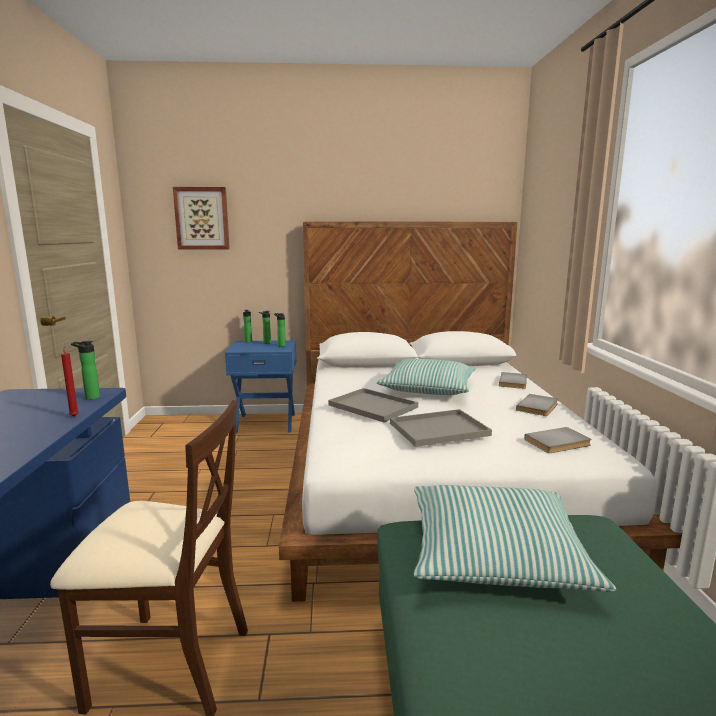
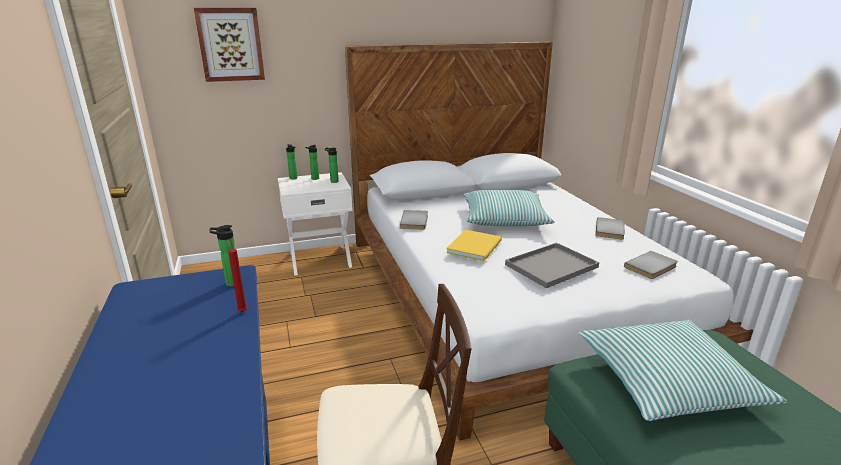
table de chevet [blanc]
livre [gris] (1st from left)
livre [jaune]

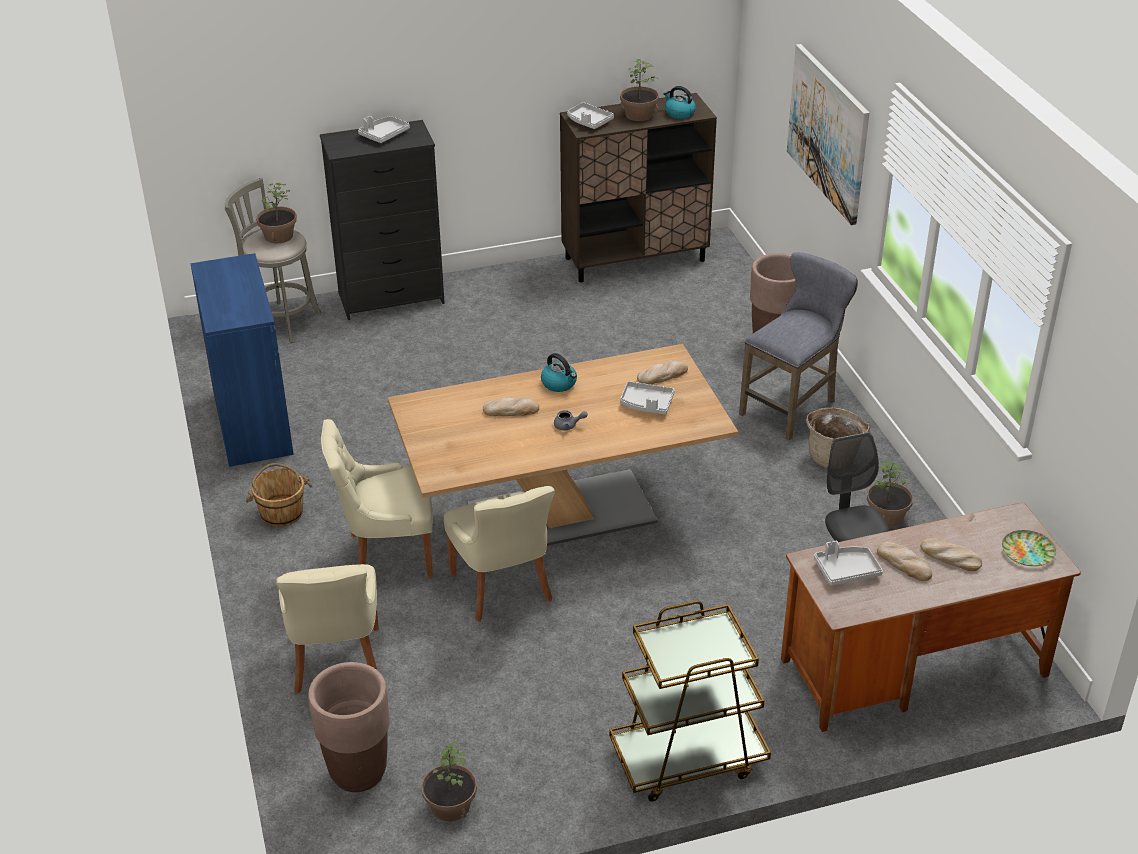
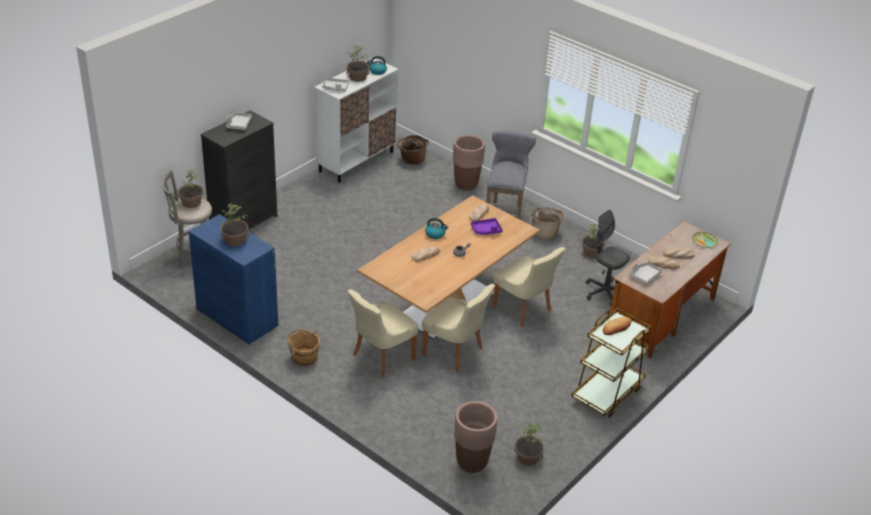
tableau
meuble de rangement [blanc]
plateau [violet]
chaise [beige] (3rd from left)
panier (1st from left)
plante en pot (2nd from left)
pain (3rd from left)

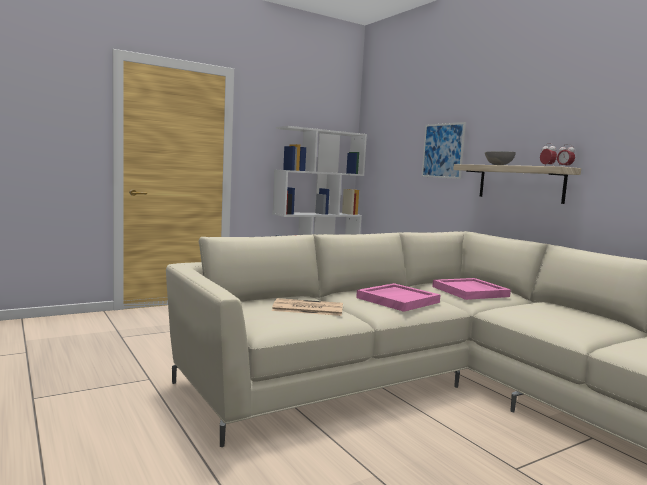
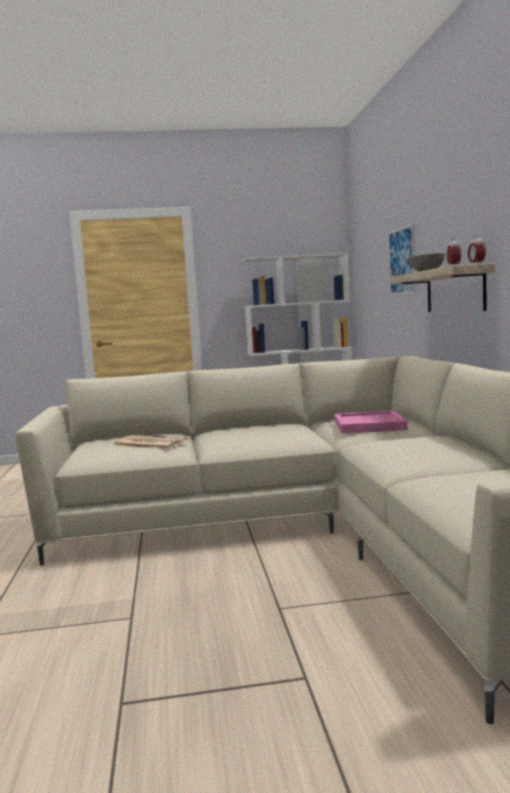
plateau [rose] (1st from left in the first image)

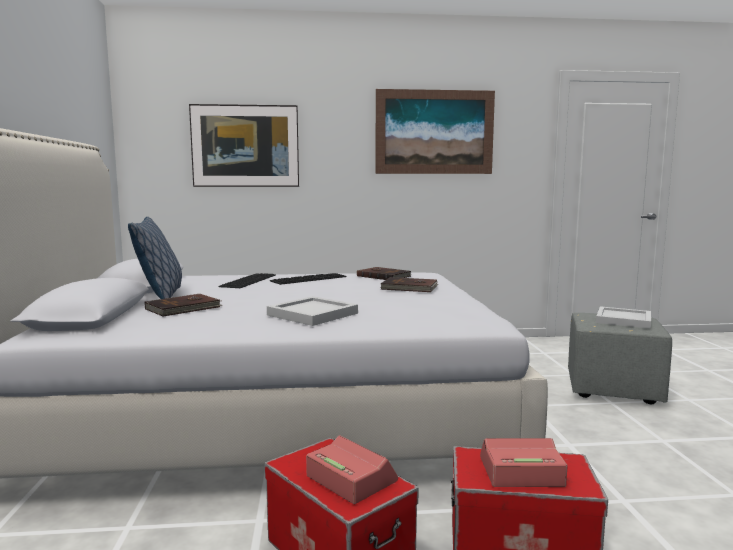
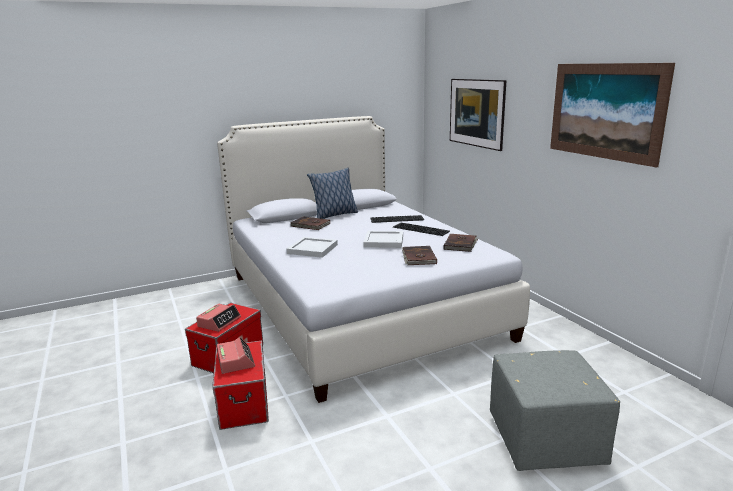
plateau [blanc] (2nd from left)

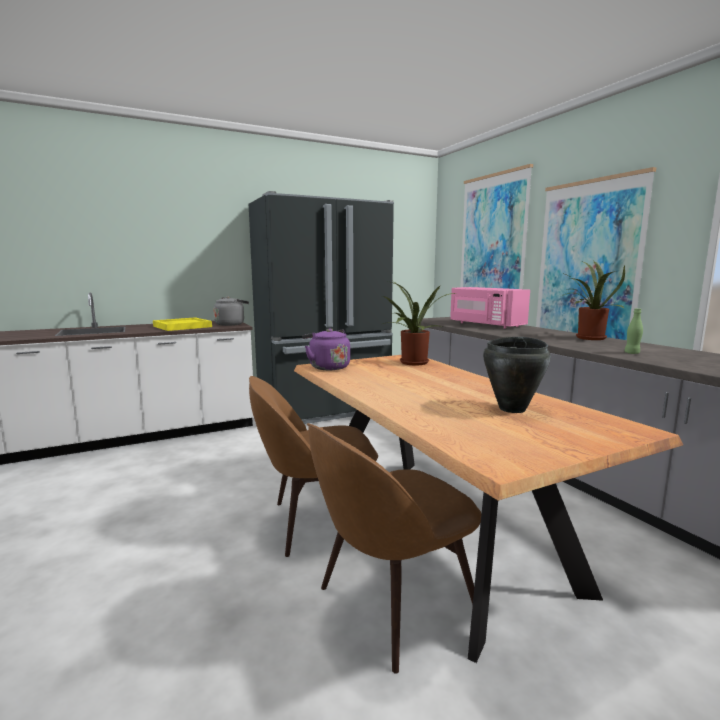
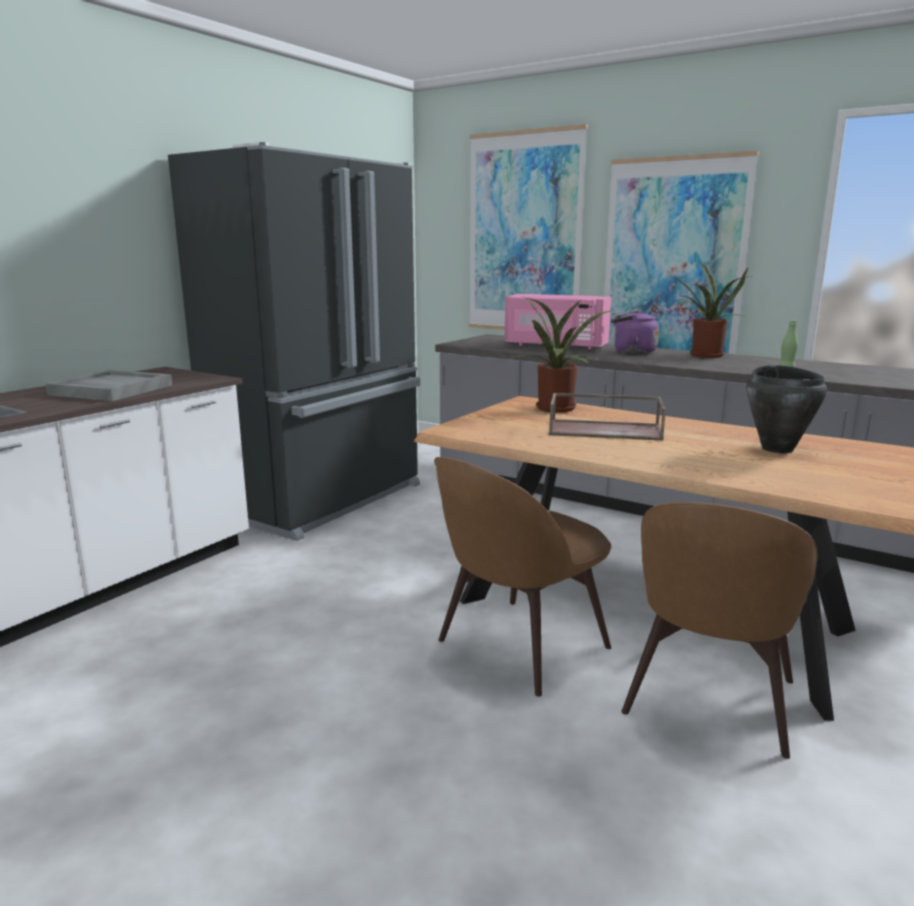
bouilloire [gris]
plateau [gris]
bouilloire [violet]
plateau [marron]

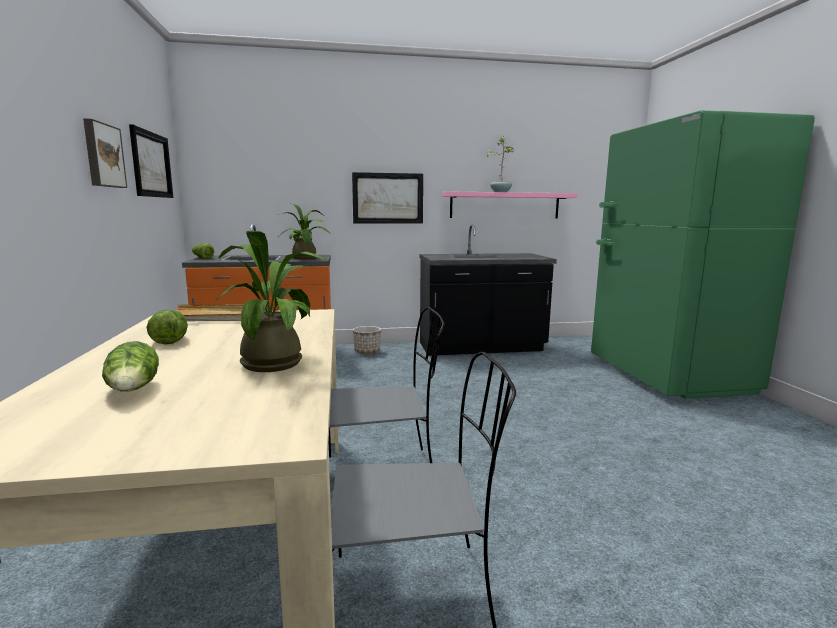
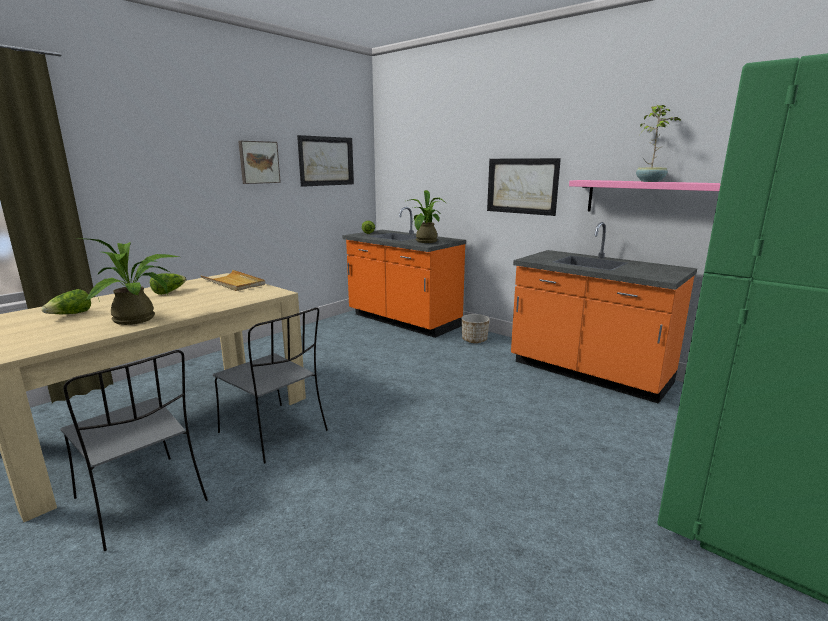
comptoir de cuisine [orange] (2nd from left)

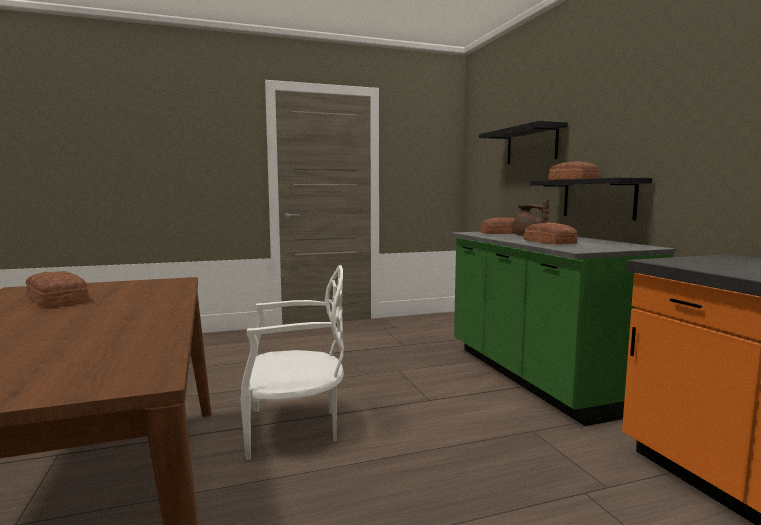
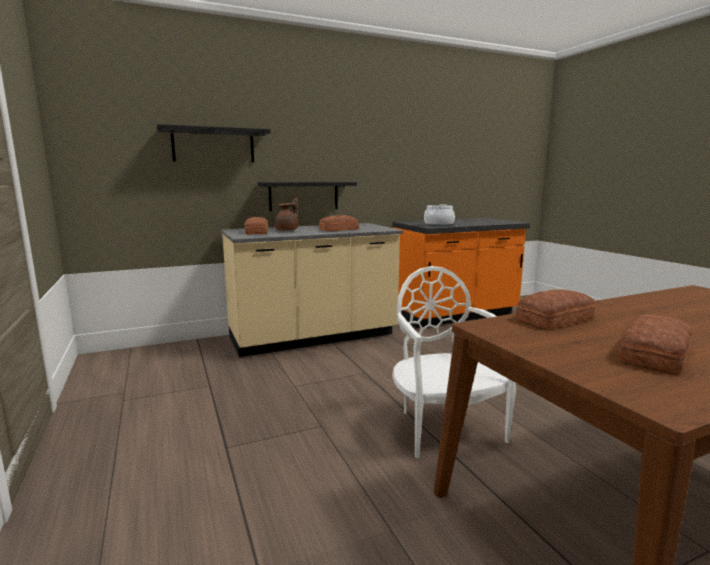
pain (3rd from left)
comptoir de cuisine [beige]
marmite

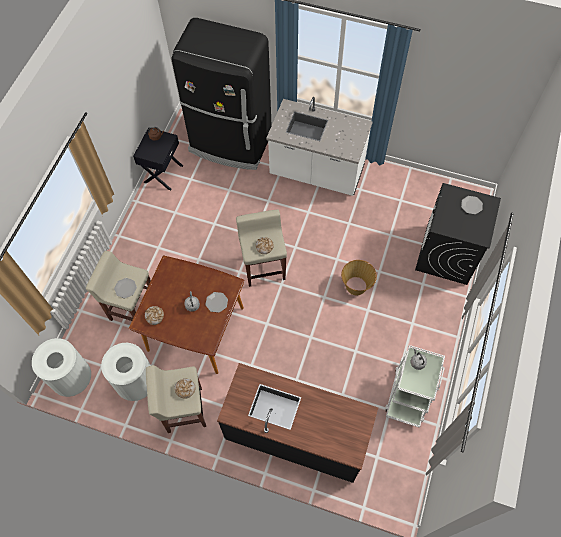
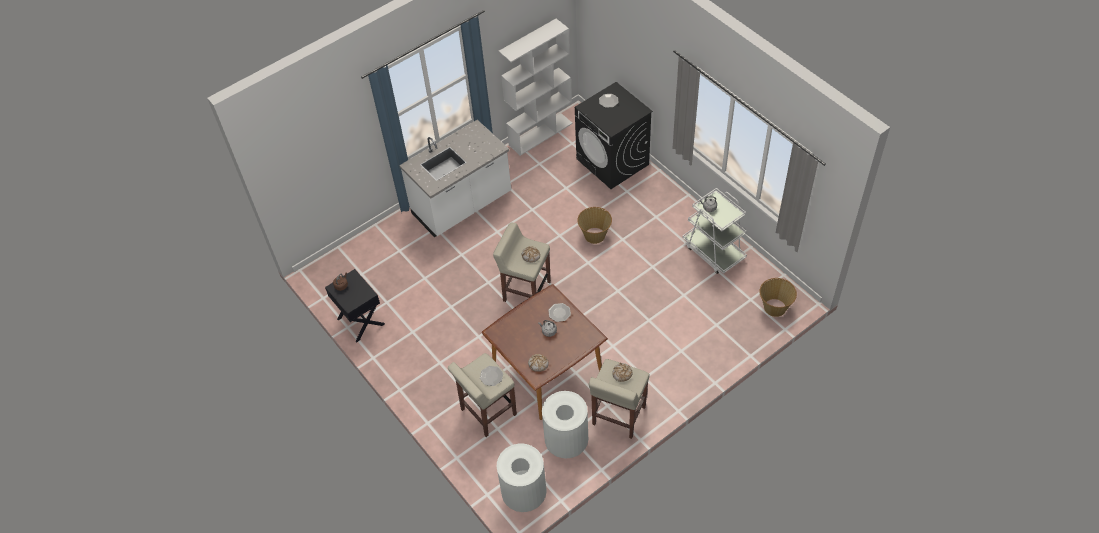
réfrigérateur [noir]
comptoir de cuisine [noir]
bibliothèque [blanc]
panier (2nd from left)

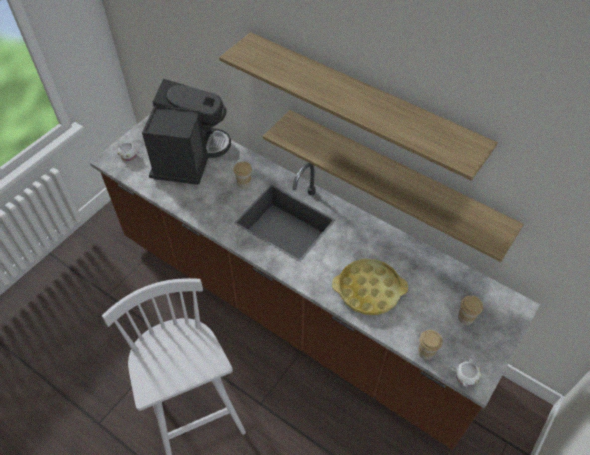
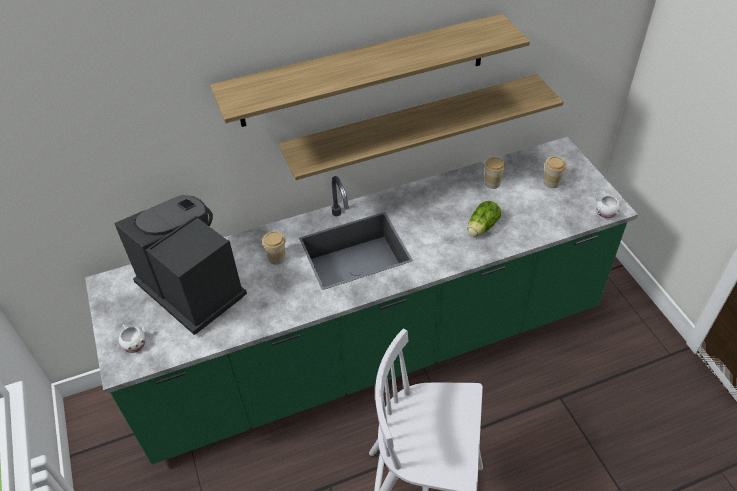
comptoir de cuisine [vert]
laitue
tasse (2nd from left)

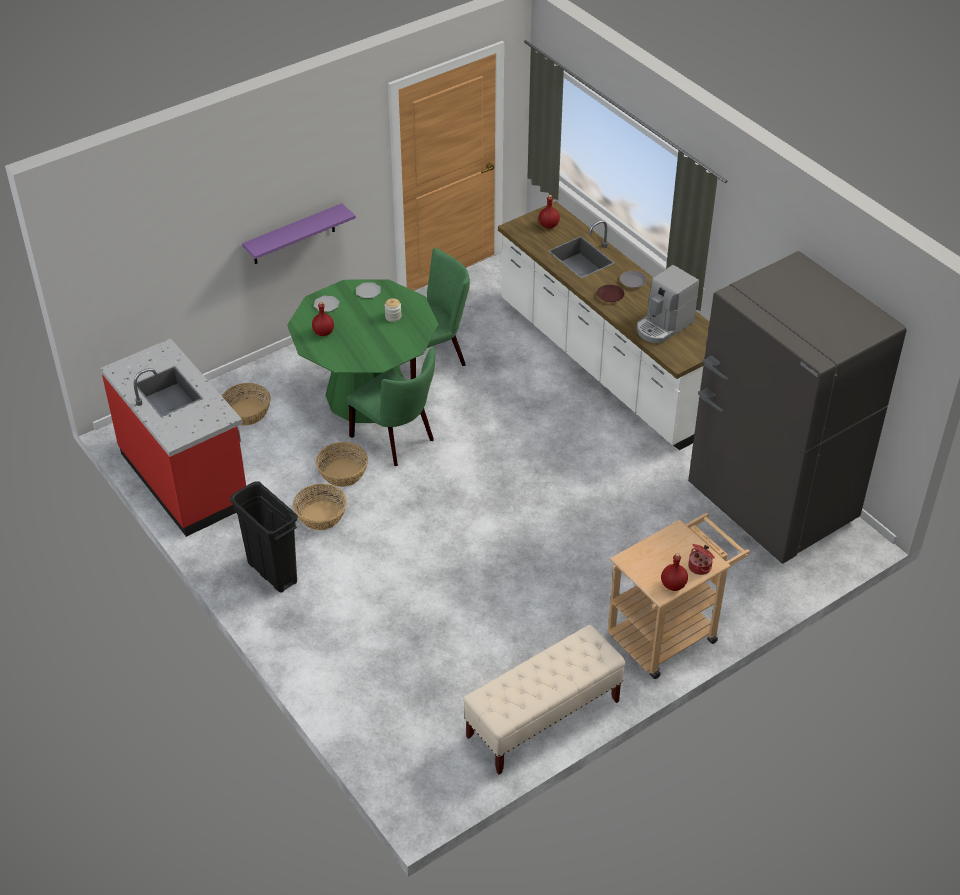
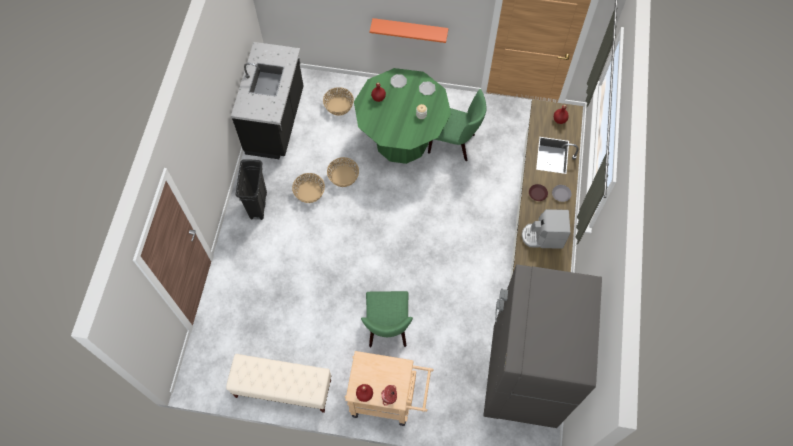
étagère [orange]
comptoir de cuisine [noir]
chaise [vert] (1st from left)

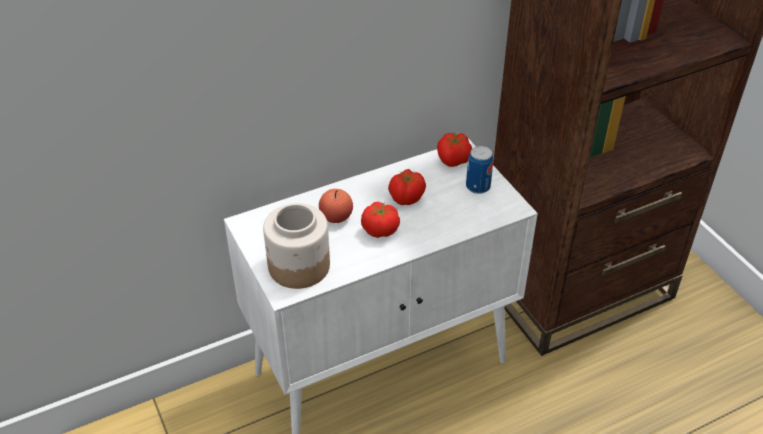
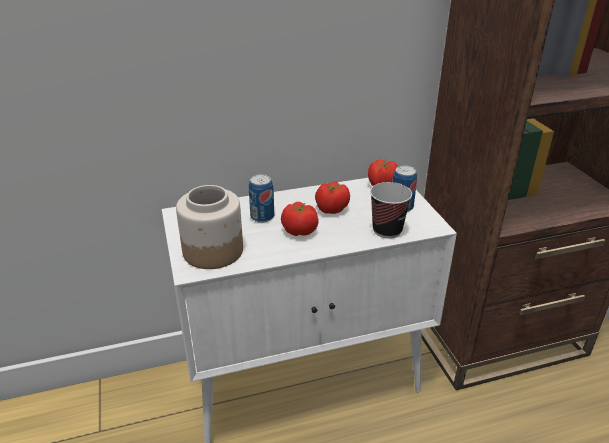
boîte métallique (1st from left)
tasse

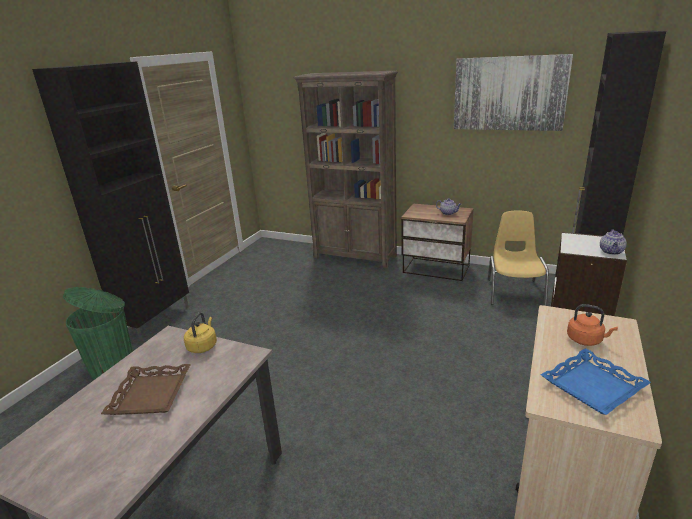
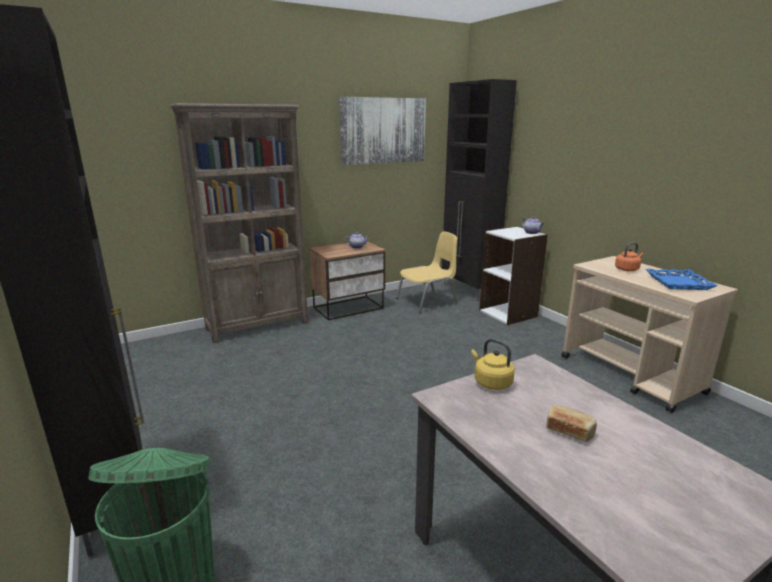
chaise [jaune]
pain

